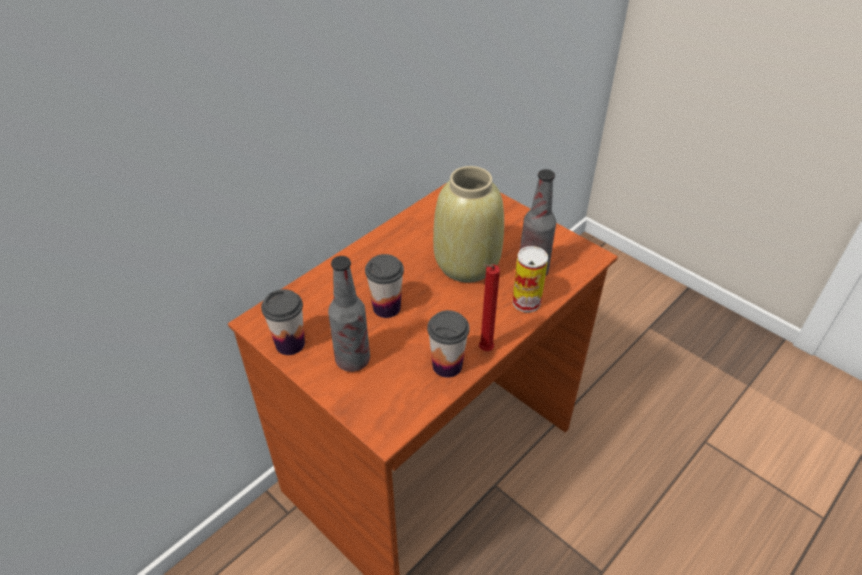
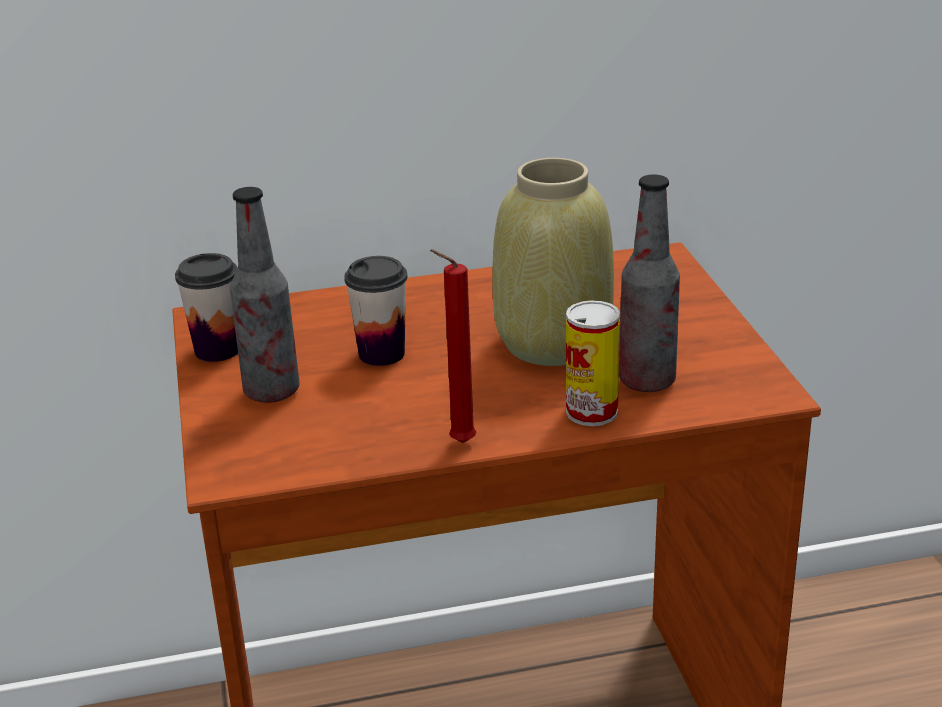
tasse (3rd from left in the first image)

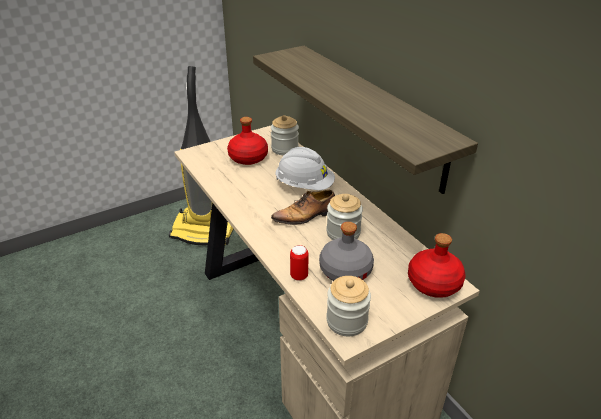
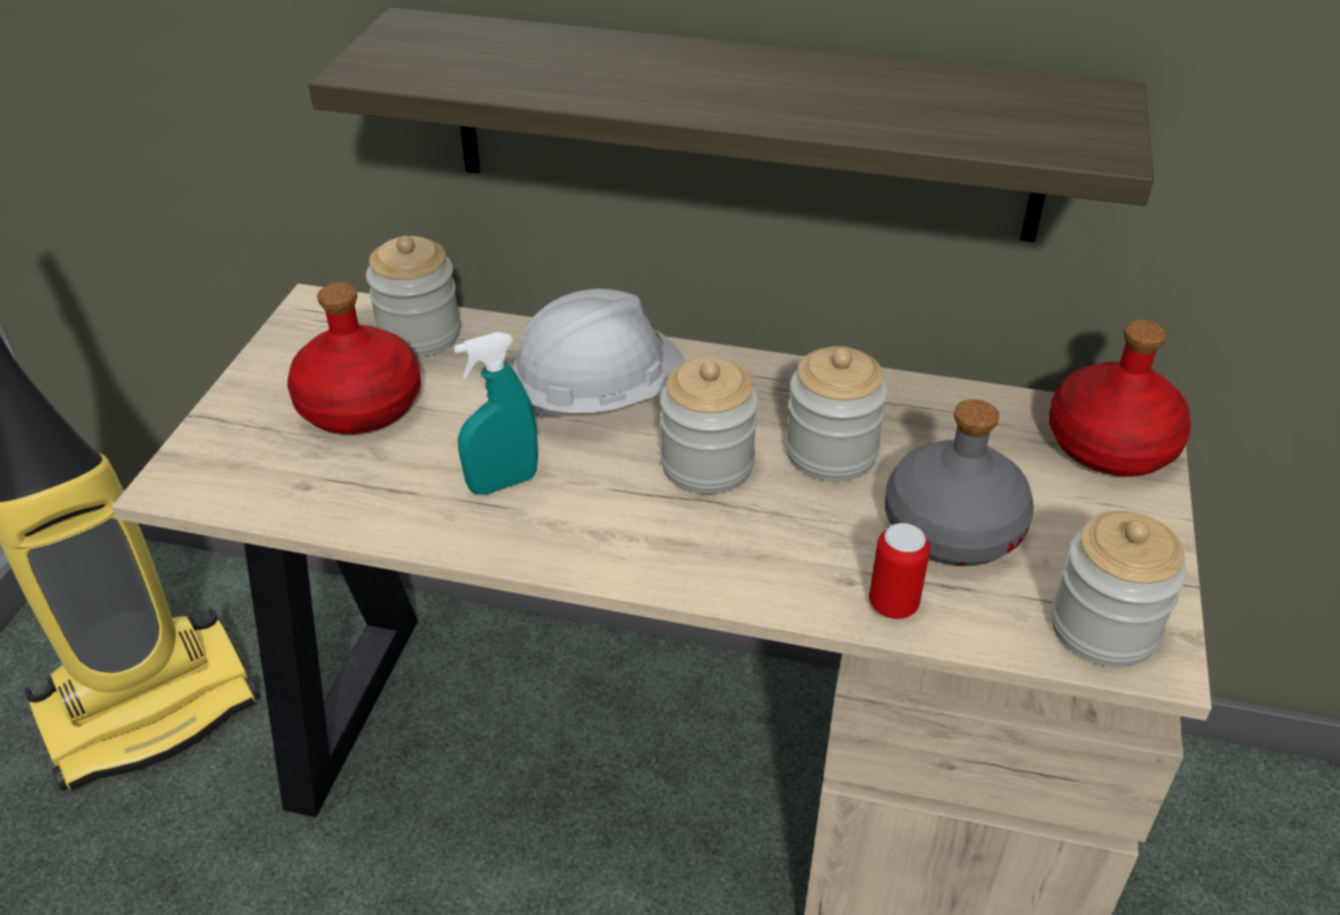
bocal (2nd from left)
vaporisateur [turquoise]

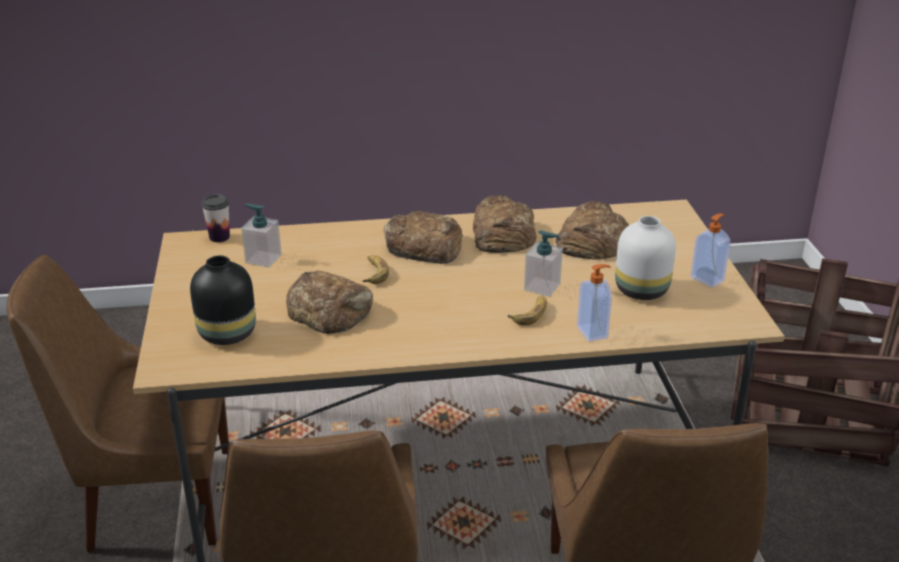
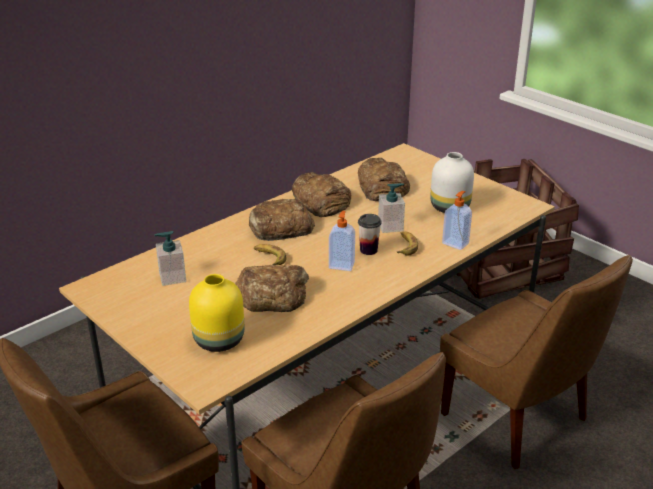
tasse
distributeur de savon (2nd from left)
vase [jaune]

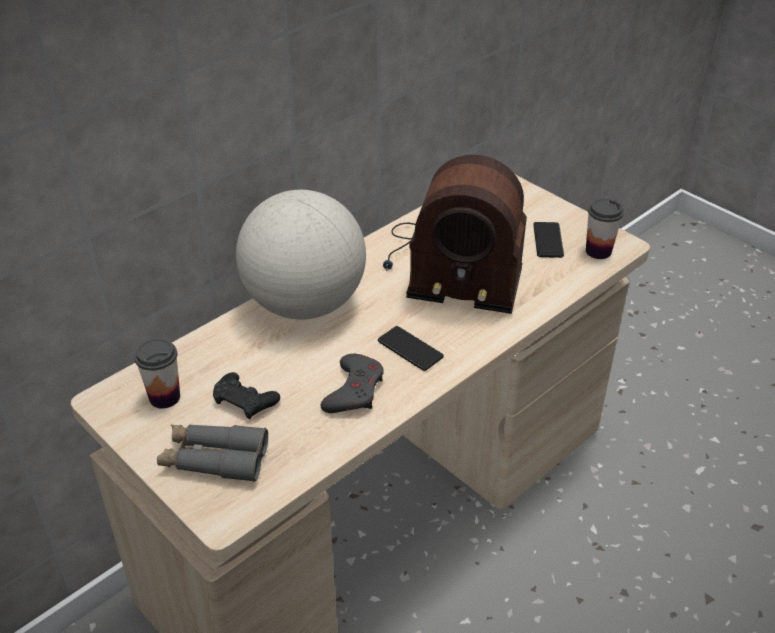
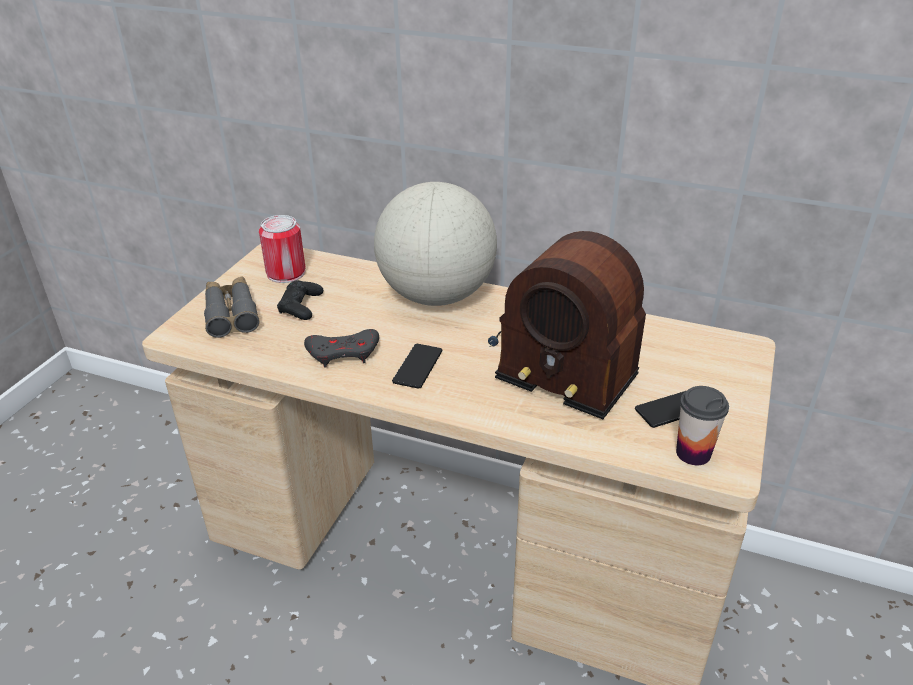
radio
boîte métallique

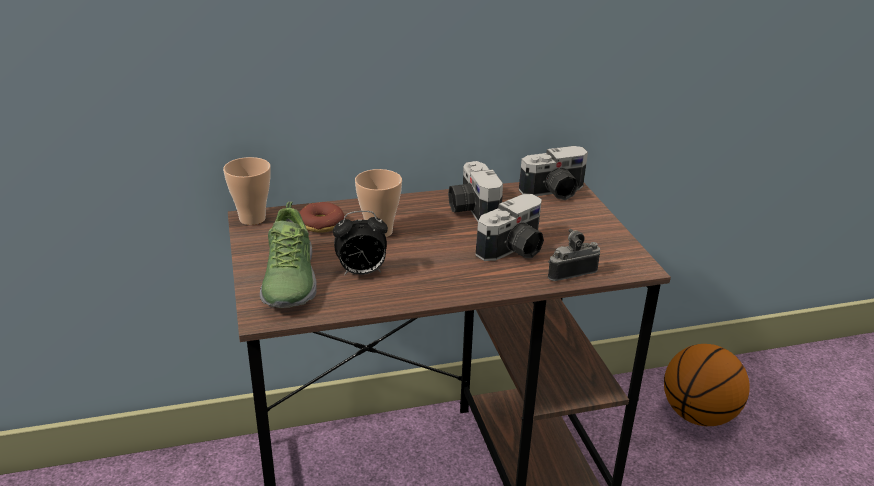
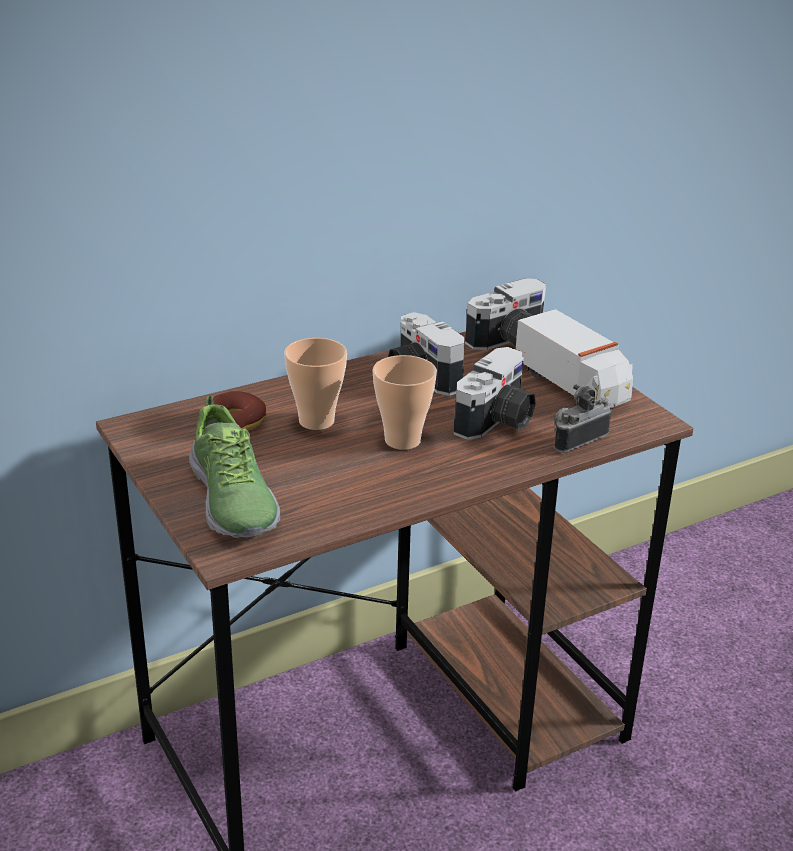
tasse (2nd from left)
réveil
ballon de basket
camion jouet

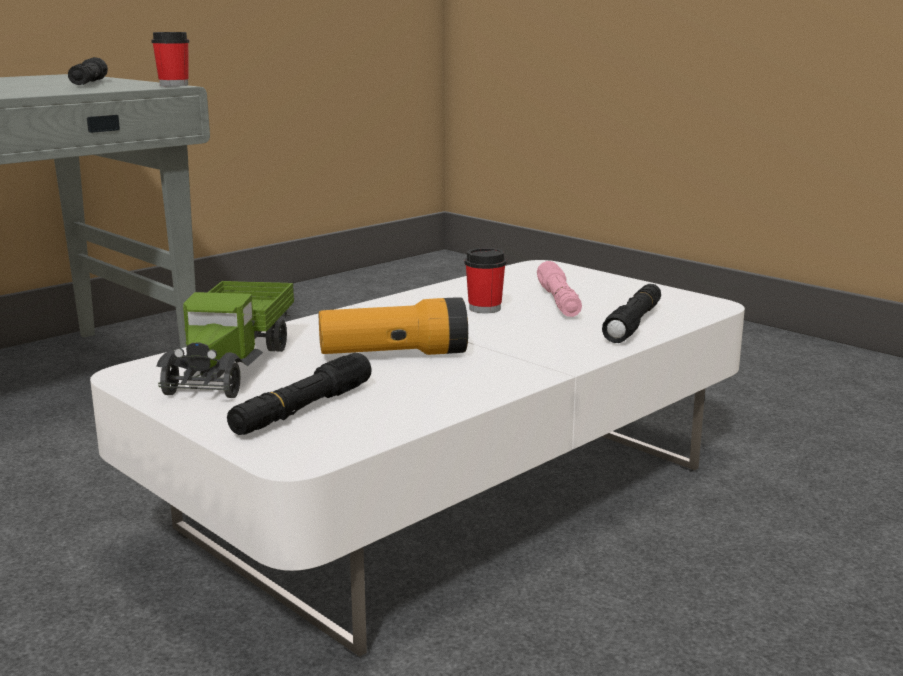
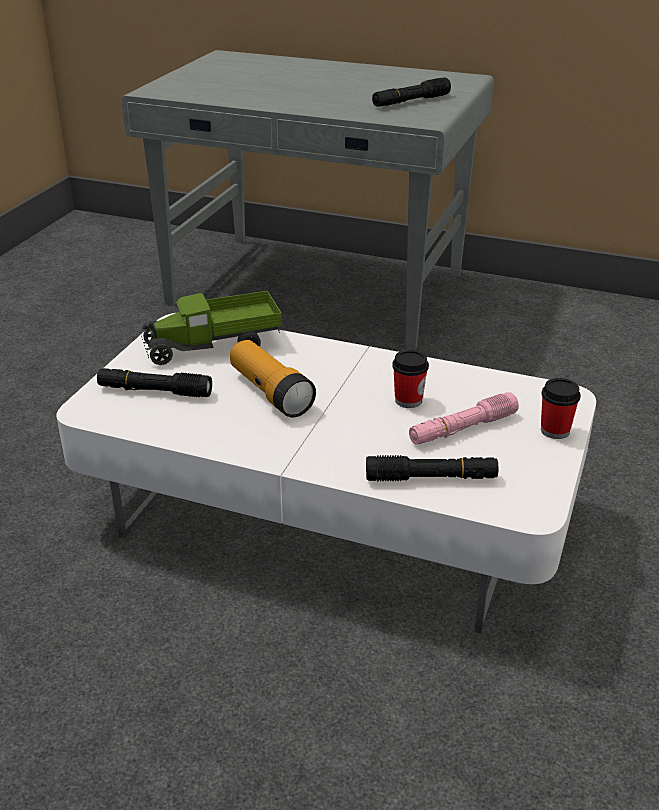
tasse (2nd from left)

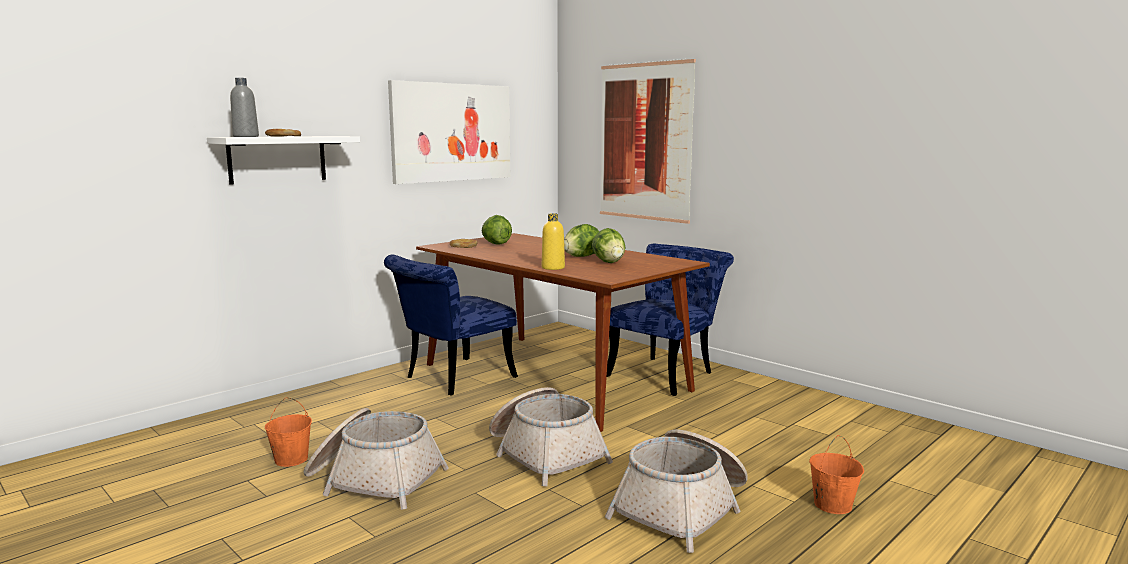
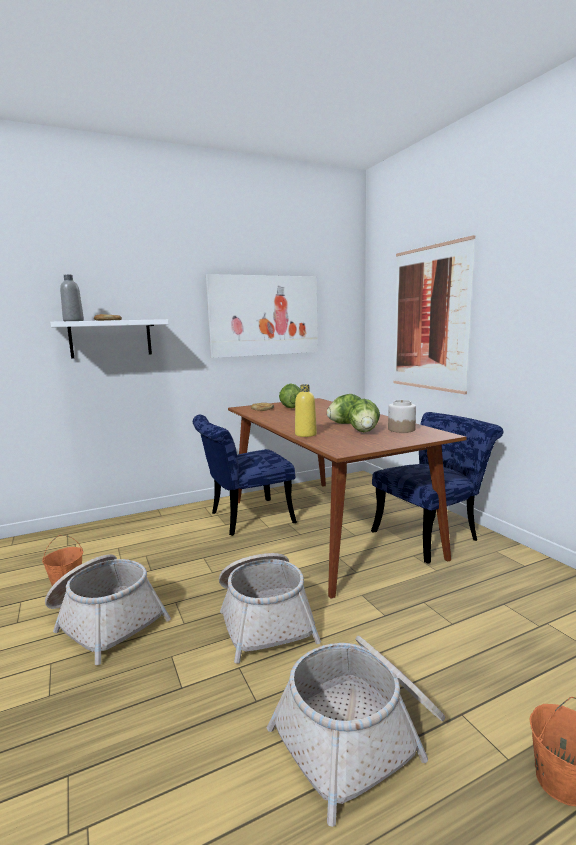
bocal

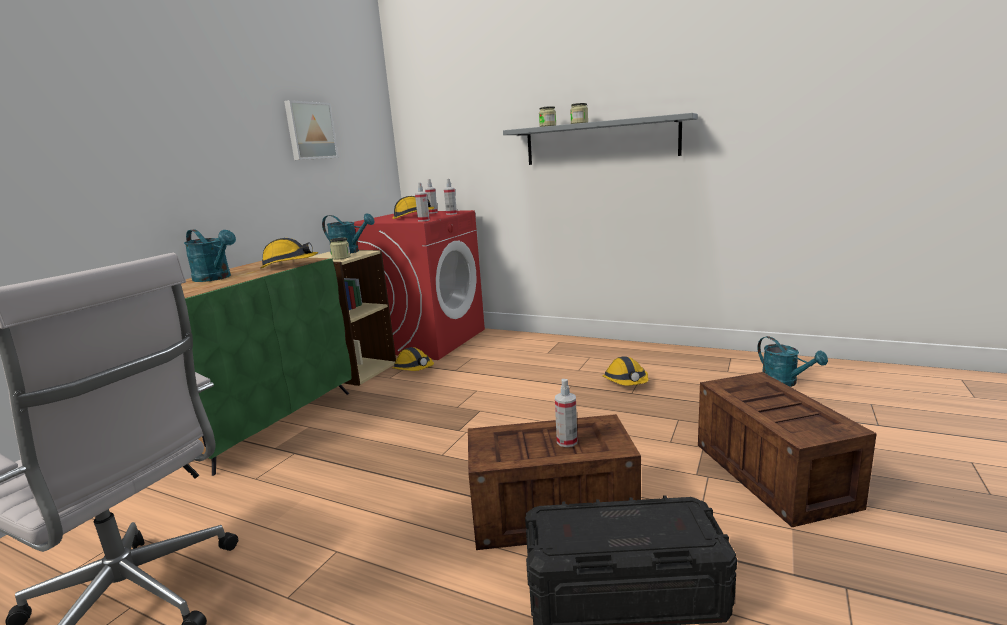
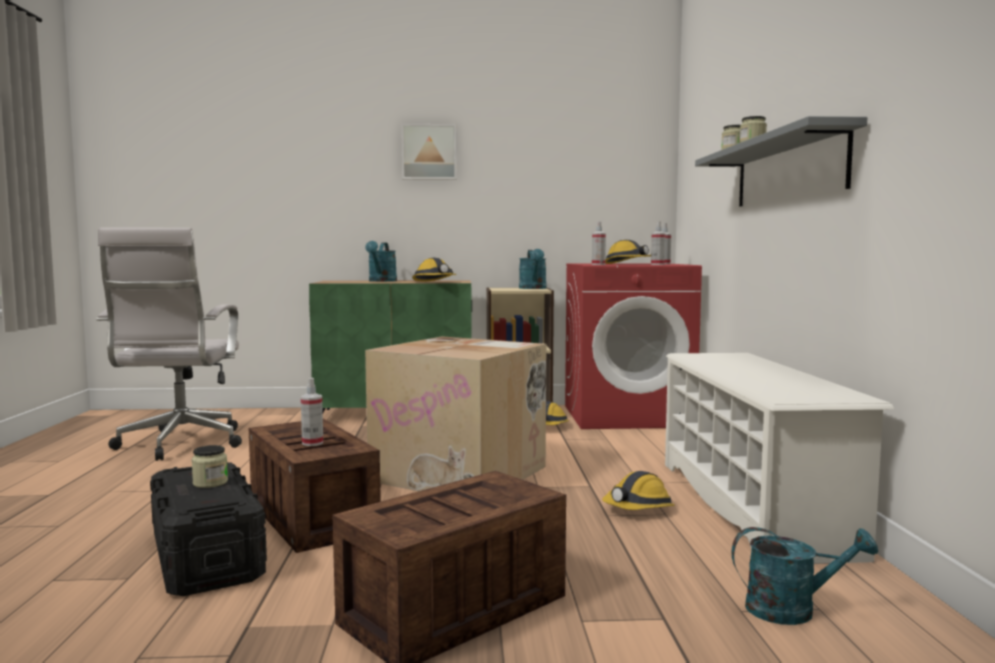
tableau
bocal (1st from left)
arrosoir [turquoise] (3rd from left)
carton
étagère à chaussures [blanc]

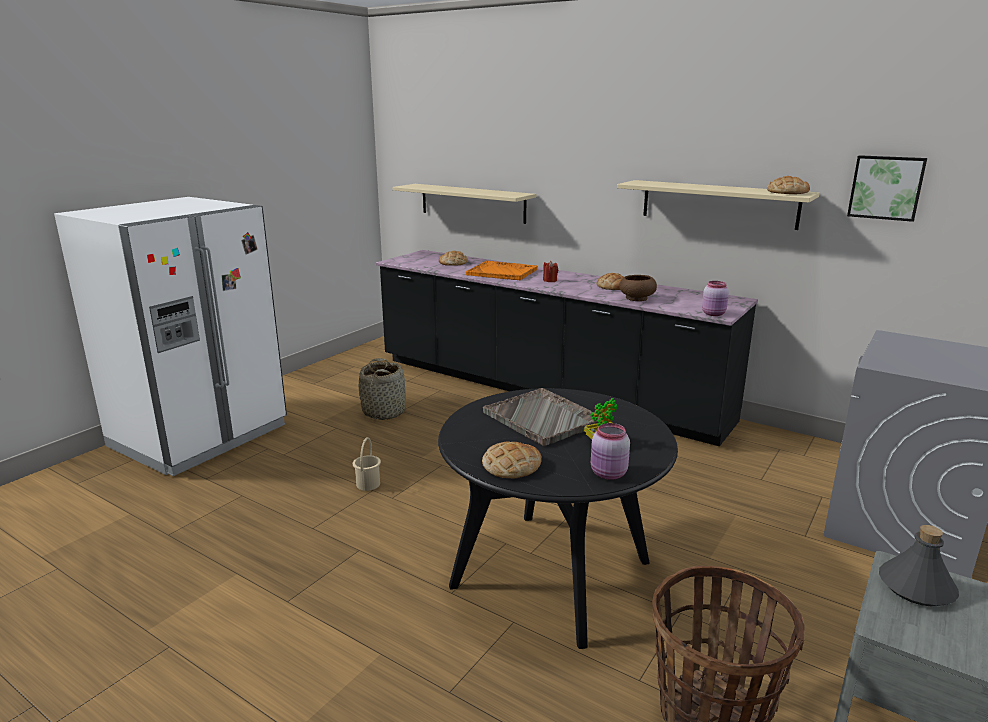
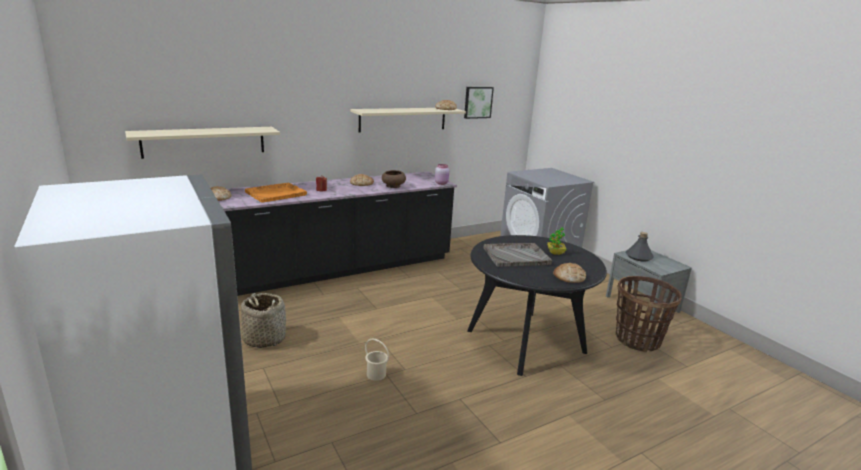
bocal [rose] (1st from left in the first image)

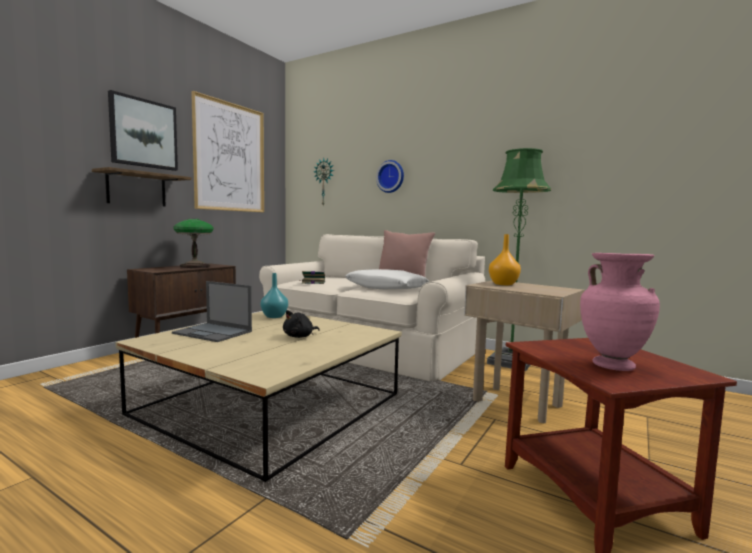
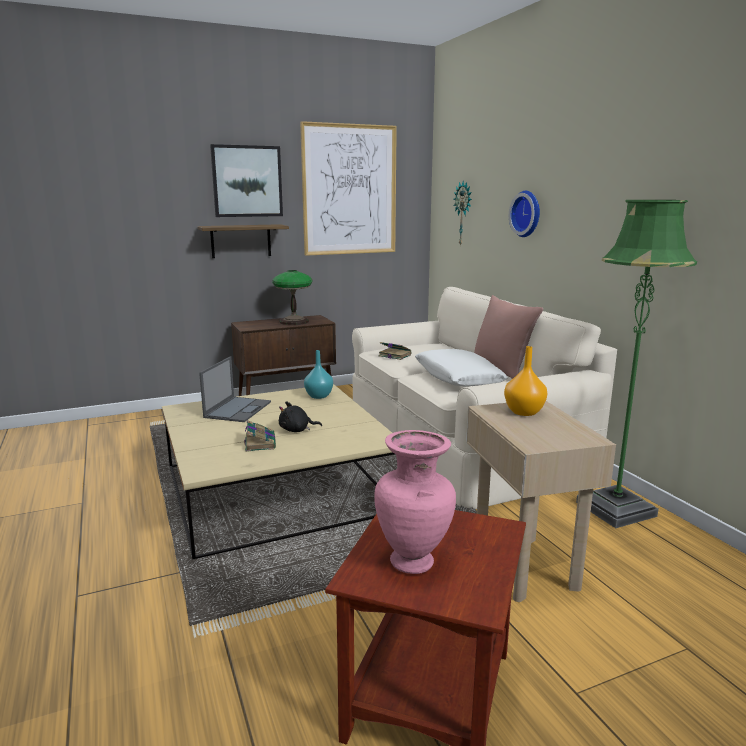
ordinateur portable
livre (1st from left)

